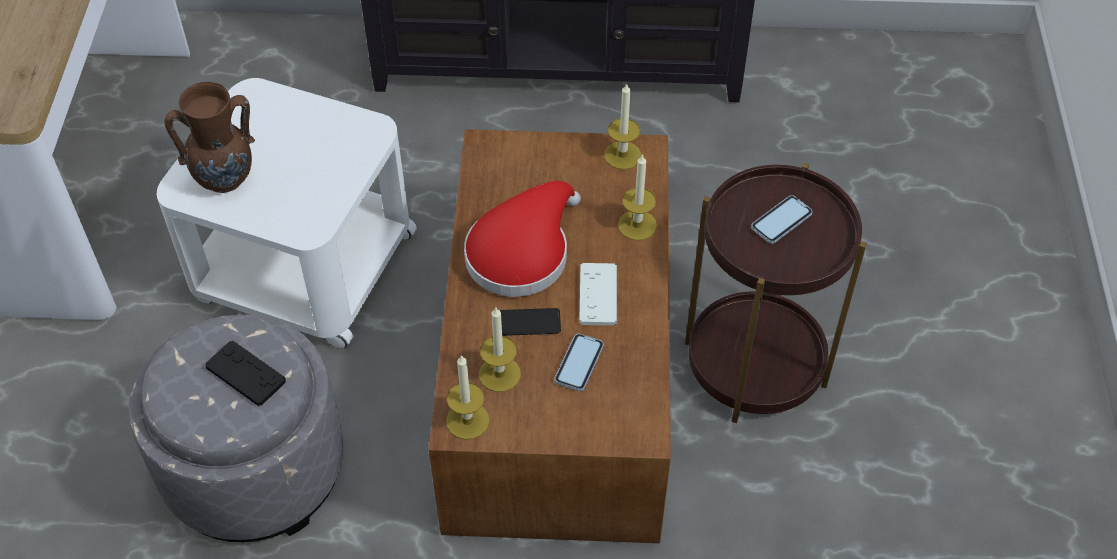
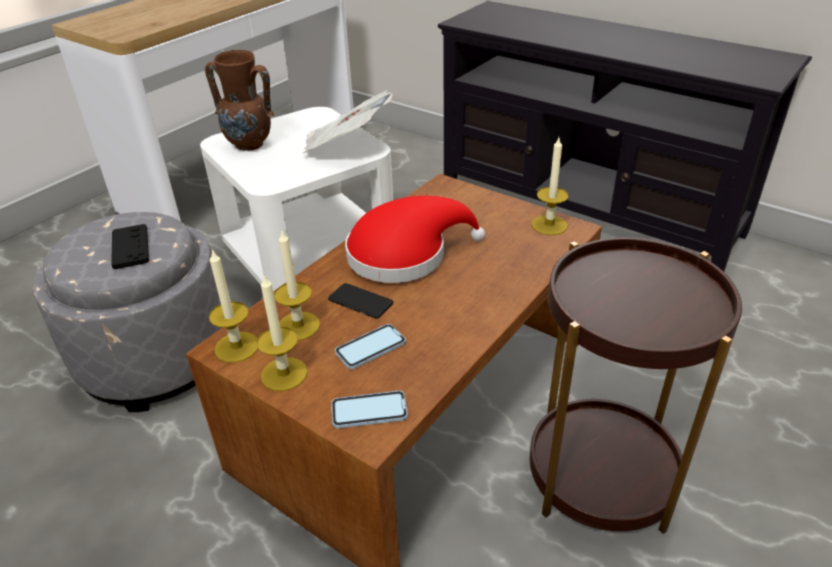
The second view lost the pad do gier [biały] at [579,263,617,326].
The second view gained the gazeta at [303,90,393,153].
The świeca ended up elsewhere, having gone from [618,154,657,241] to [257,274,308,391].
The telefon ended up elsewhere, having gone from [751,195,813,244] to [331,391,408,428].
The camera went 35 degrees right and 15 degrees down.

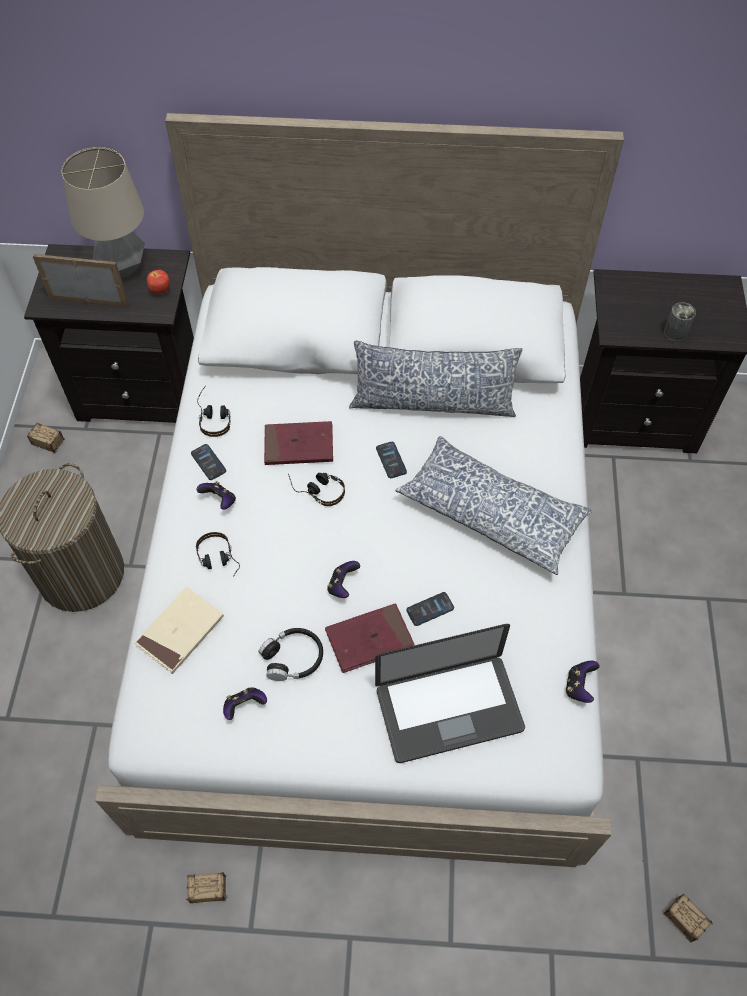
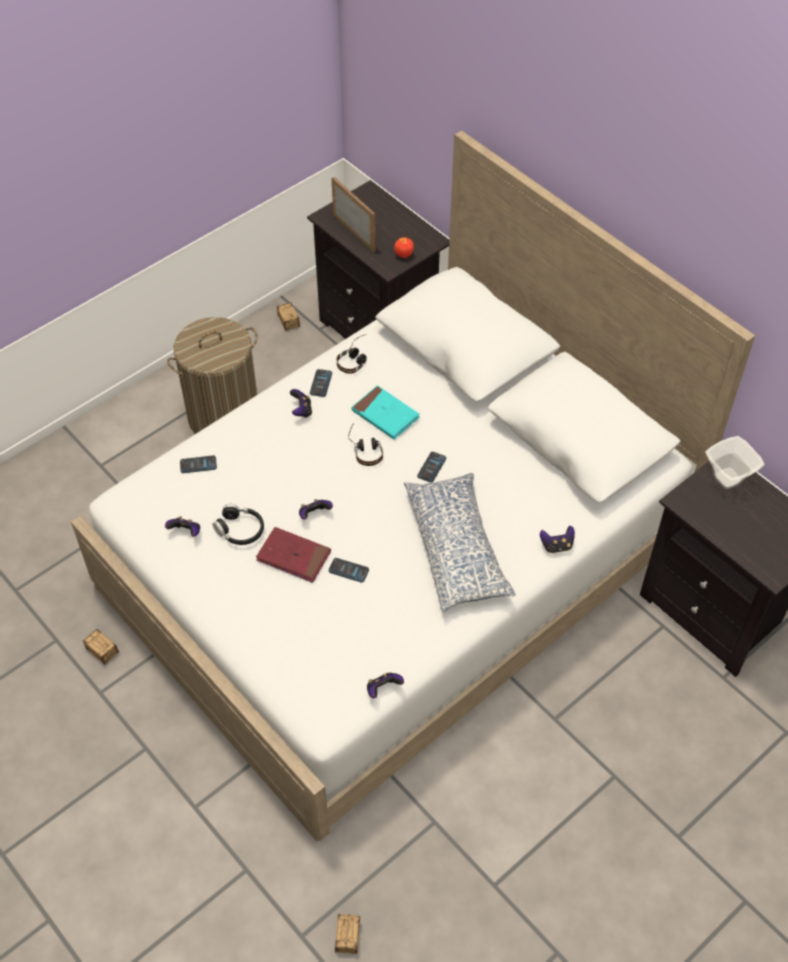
The second view lost the lampa stołowa at [62,147,145,278].
The second view lost the słuchawki at [196,532,240,576].
The second view lost the poduszka at [349,341,523,417].
The second view lost the laptop at [375,624,525,763].
The second view lost the puszka at [664,302,696,341].
The second view gained the pad do gier at [540,526,575,553].
The second view gained the miska at [705,436,765,489].
Where the książka [beżowy] stood at [134,587,224,674], the telefon came to stand at [180,455,217,473].
What was the książka [czerwony] at [264,421,333,465] turned into the książka [turkusowy] at [351,385,420,439].
The camera went 45 degrees right and 5 degrees down.

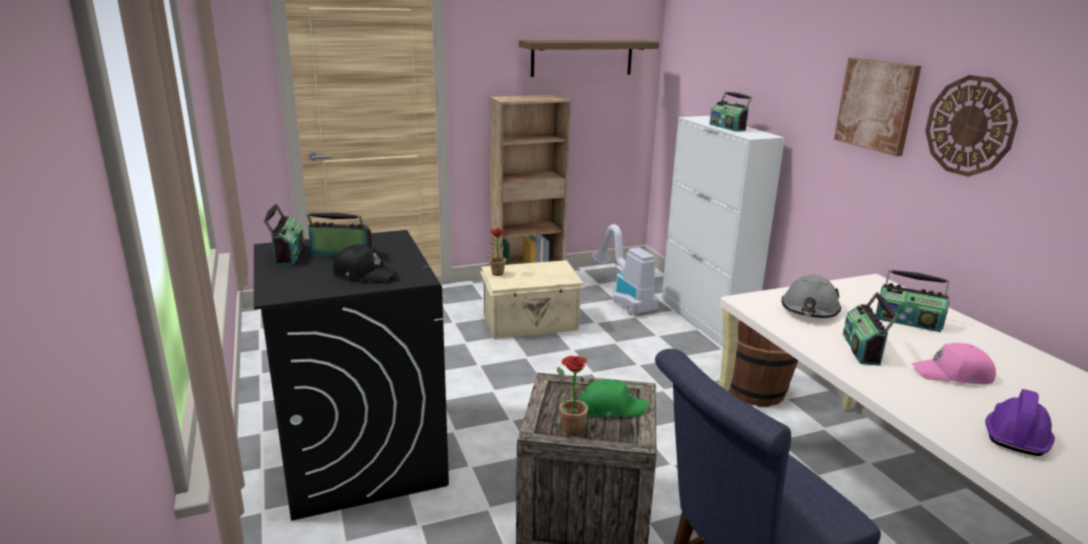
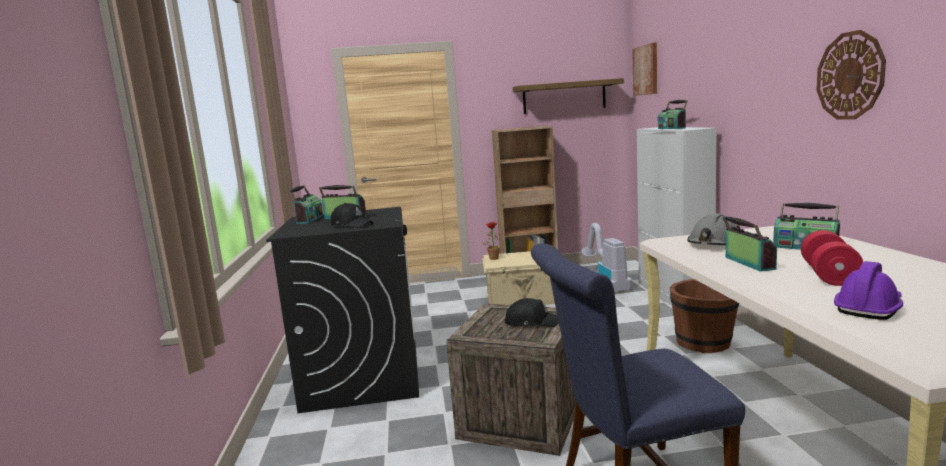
The second view lost the roślina doniczkowa at [557,355,595,435].
The obraz ended up elsewhere, having gone from [834,57,921,156] to [632,42,657,96].
Where the czapka z daszkiem [różowy] stood at [912,343,996,384], the hantel [czerwony] came to stand at [801,230,863,286].
What was the czapka z daszkiem [zielony] at [579,379,649,417] turned into the czapka z daszkiem [czarny] at [504,298,559,327].
The radio at [843,292,897,366] ended up facing another way, 150 degrees clockwise from before.
The camera went 15 degrees right and 10 degrees down.

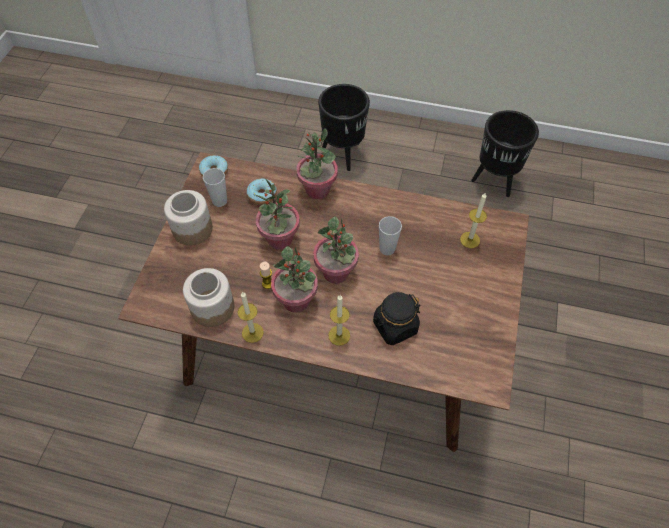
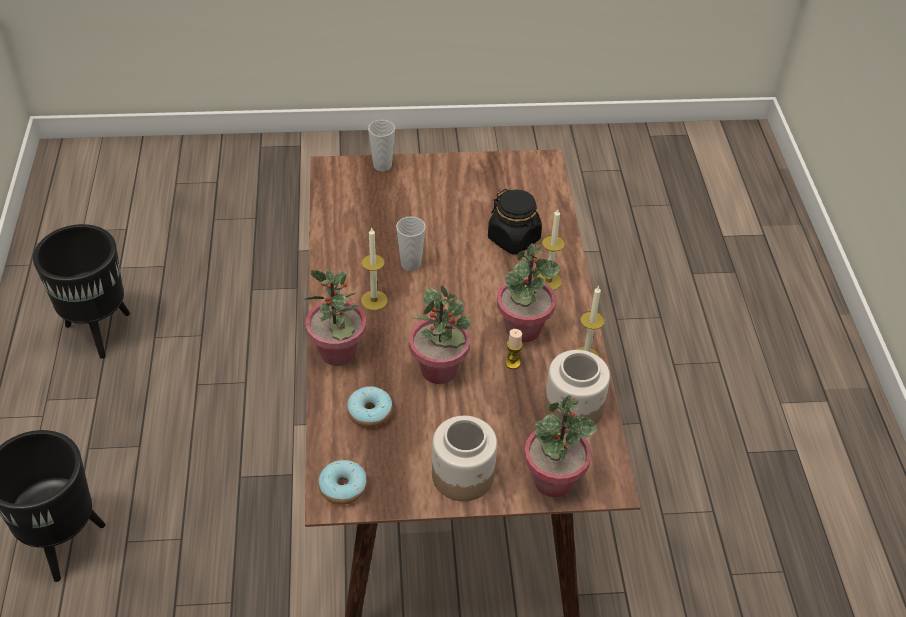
The filiżanka ended up elsewhere, having gone from [203,168,227,207] to [368,120,395,172].
The roślina doniczkowa ended up elsewhere, having gone from [313,216,359,284] to [524,395,598,497].
The świeca ended up elsewhere, having gone from [460,192,487,248] to [361,227,388,310].
The camera went 110 degrees left and 10 degrees down.

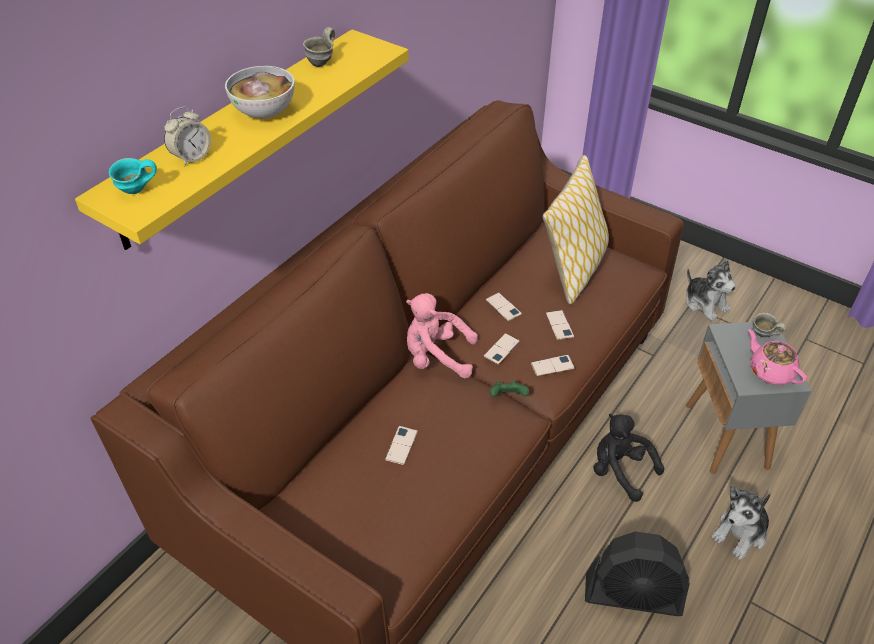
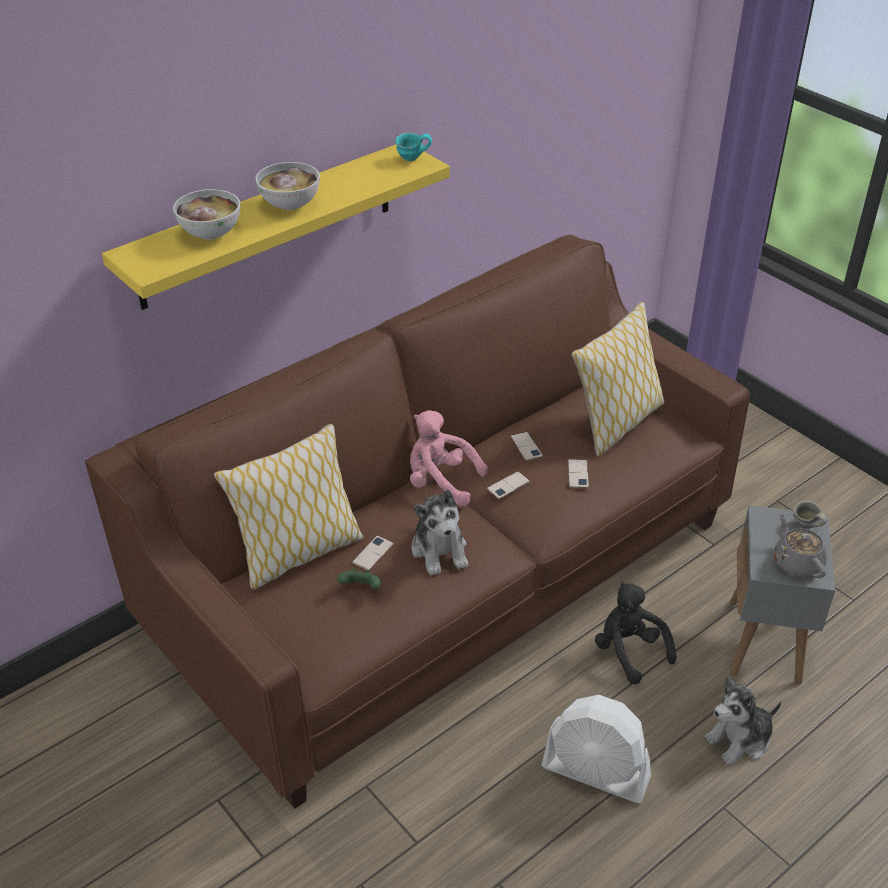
The second view lost the kubek [szary] at [303,27,335,67].
The second view lost the telefon at [531,355,575,376].
The second view gained the poduszka at [214,424,363,590].
The kubek [turkusowy] ended up elsewhere, having gone from [109,158,157,194] to [395,133,432,161].
The pad do gier [zielony] ended up elsewhere, having gone from [490,381,530,397] to [337,568,381,589].
The pluszak ended up elsewhere, having gone from [686,260,736,321] to [412,490,468,576].
Where the budzik stood at [164,106,211,166], the miska came to stand at [173,189,240,240].
What was the wentylator [czarny] at [585,531,690,616] turned into the wentylator [biały] at [541,695,651,803].
What was the imbryk [różowy] at [748,329,807,385] turned into the imbryk [szary] at [774,513,827,578].
The camera went 15 degrees right and 5 degrees down.

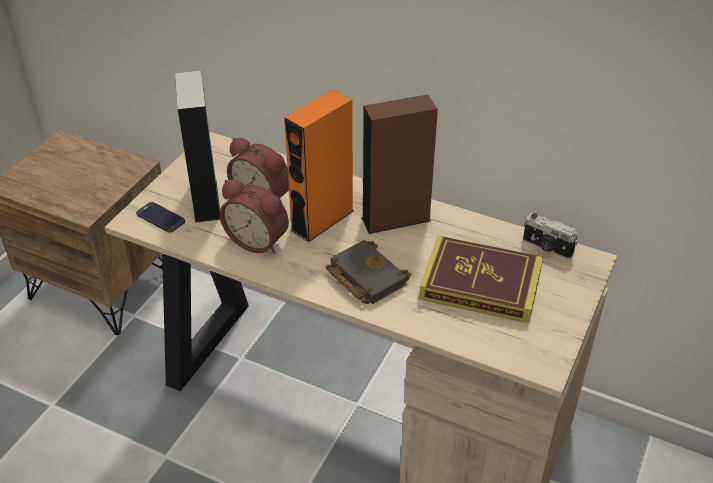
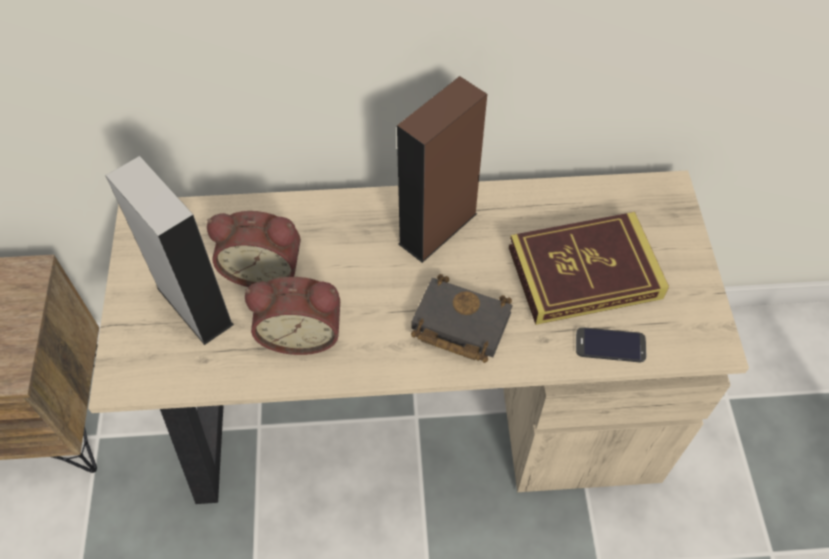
The second view lost the głośnik [pomarańczowy] at [284,90,354,242].
The second view lost the aparat fotograficzny at [523,213,578,260].
The telefon ended up elsewhere, having gone from [136,202,185,233] to [576,327,646,362].
The camera went 30 degrees left and 15 degrees up.

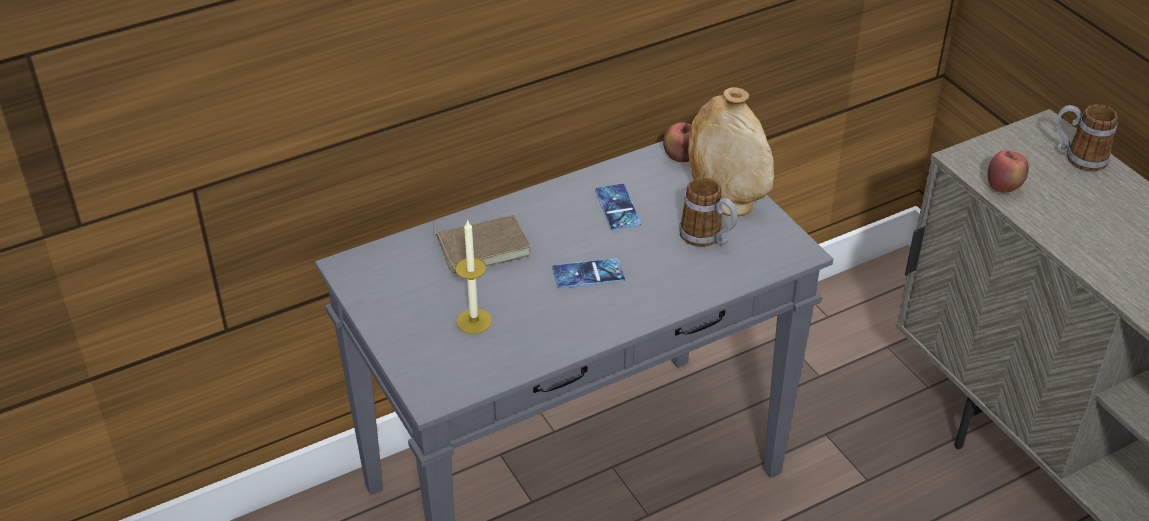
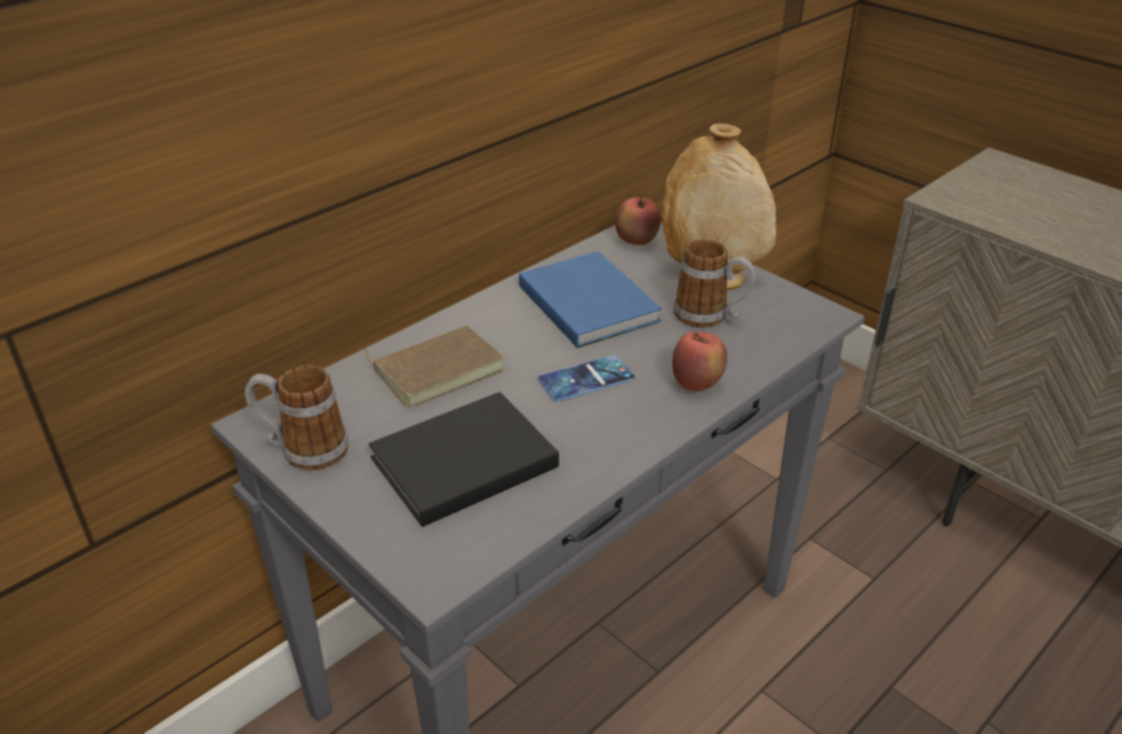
The jabłko ended up elsewhere, having gone from [987,150,1029,193] to [672,332,727,392].
The kubek ended up elsewhere, having gone from [1056,104,1118,171] to [245,365,348,470].
Where the świeca stood at [455,219,492,334], the książka [czarny] came to stand at [369,392,559,527].
Where the telefon stood at [595,184,641,230], the książka [niebieski] came to stand at [519,251,662,348].
The camera went 15 degrees left and 5 degrees down.

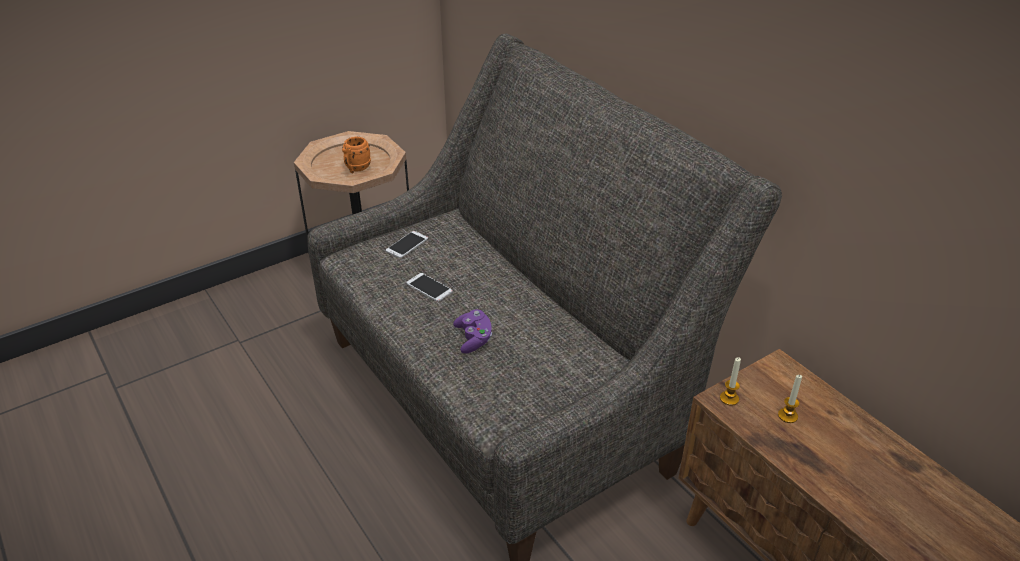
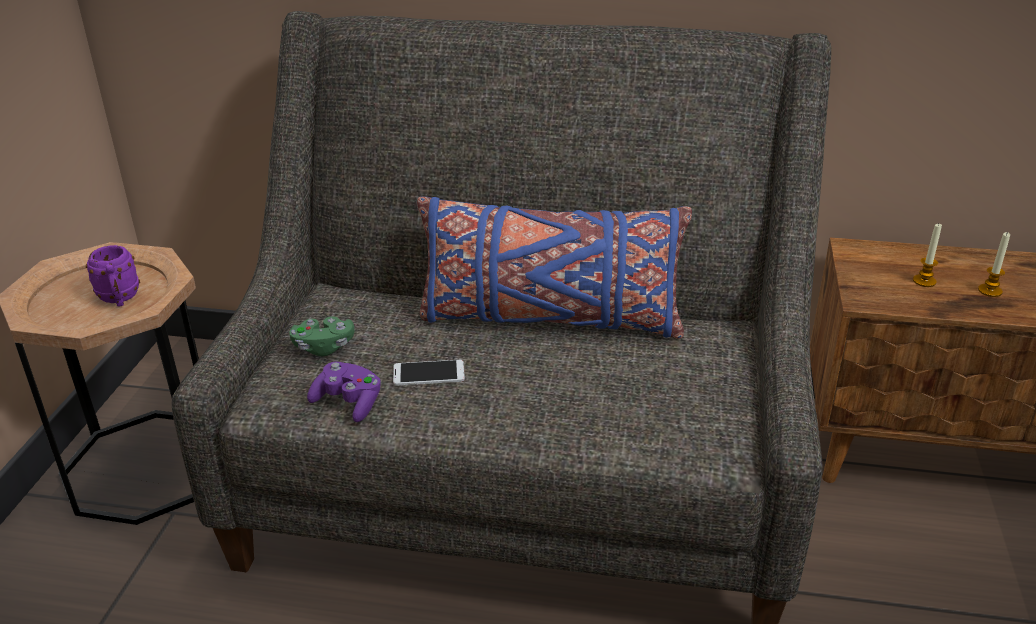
The second view gained the poduszka [niebieski] at [417,196,692,339].
The pad do gier [fioletowy] ended up elsewhere, having gone from [453,309,492,353] to [307,362,381,422].
The świeca ended up elsewhere, having gone from [720,357,741,406] to [978,232,1010,297].
Where the telefon stood at [386,231,428,258], the pad do gier [zielony] came to stand at [289,316,355,356].
What was the kubek [pomarańczowy] at [342,137,371,173] turned into the kubek [fioletowy] at [86,245,140,306].
The camera went 45 degrees left and 5 degrees down.

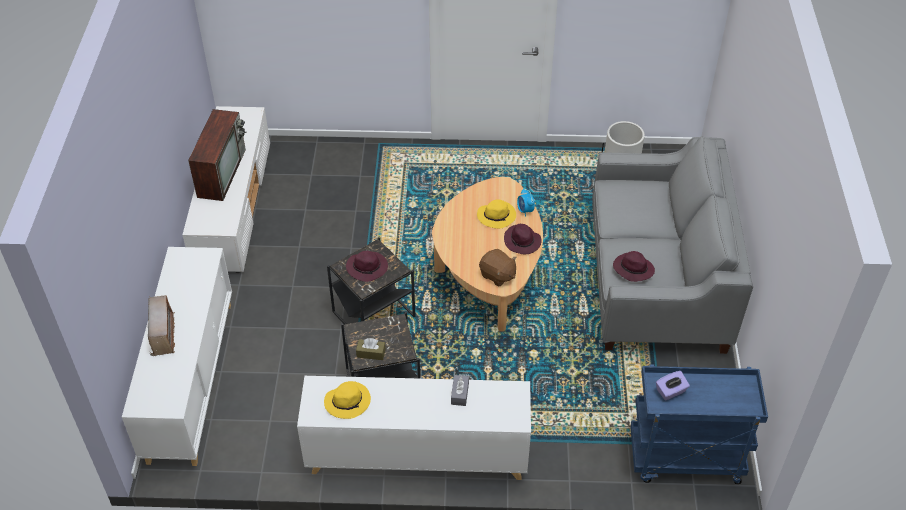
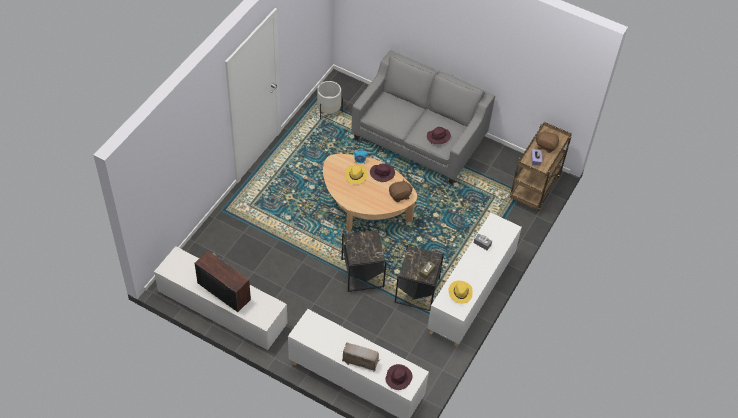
The second view gained the pluszak [brązowy] at [535,129,559,153].
The kapelusz [fioletowy] ended up elsewhere, having gone from [346,251,388,282] to [385,364,413,390].
What was the wózek [niebieski] at [630,364,768,484] turned into the wózek [brązowy] at [510,122,572,211].
The camera went 65 degrees left and 5 degrees up.

